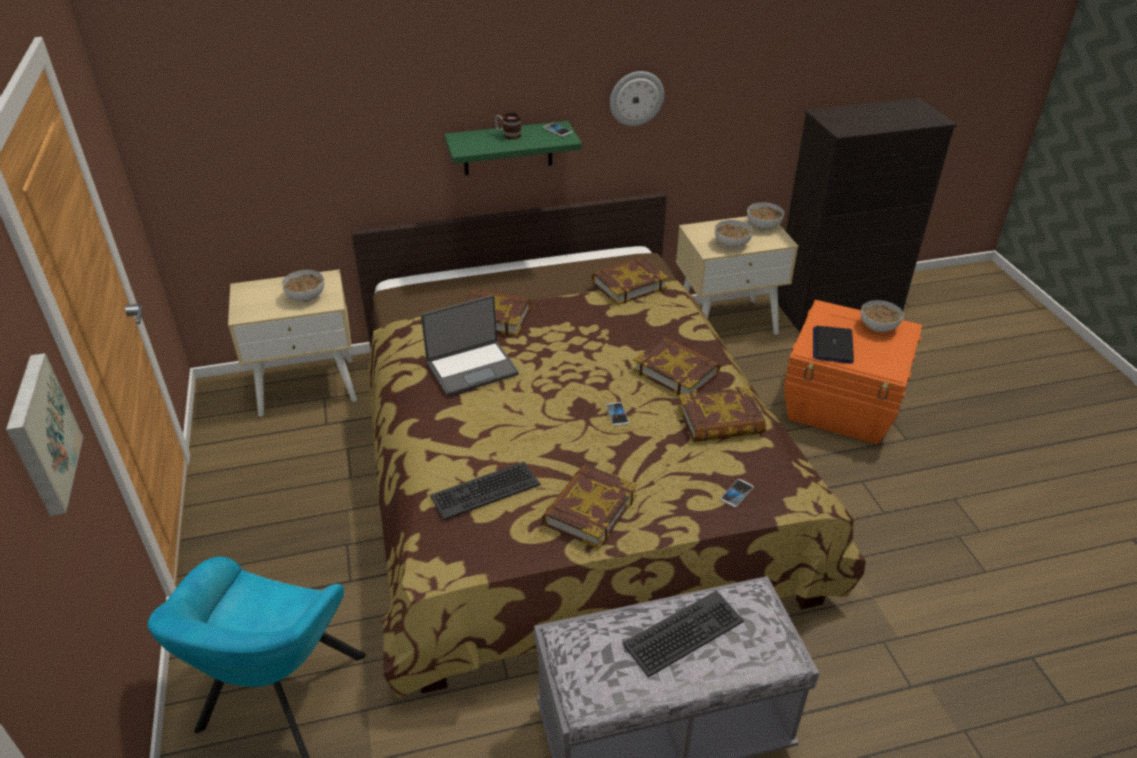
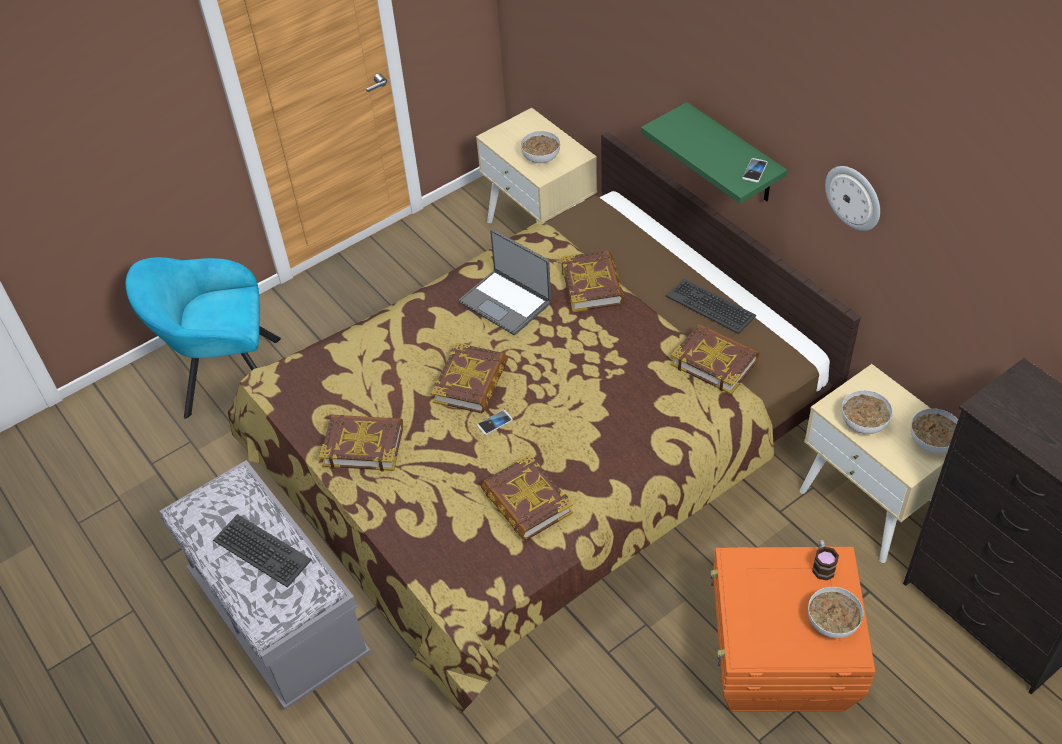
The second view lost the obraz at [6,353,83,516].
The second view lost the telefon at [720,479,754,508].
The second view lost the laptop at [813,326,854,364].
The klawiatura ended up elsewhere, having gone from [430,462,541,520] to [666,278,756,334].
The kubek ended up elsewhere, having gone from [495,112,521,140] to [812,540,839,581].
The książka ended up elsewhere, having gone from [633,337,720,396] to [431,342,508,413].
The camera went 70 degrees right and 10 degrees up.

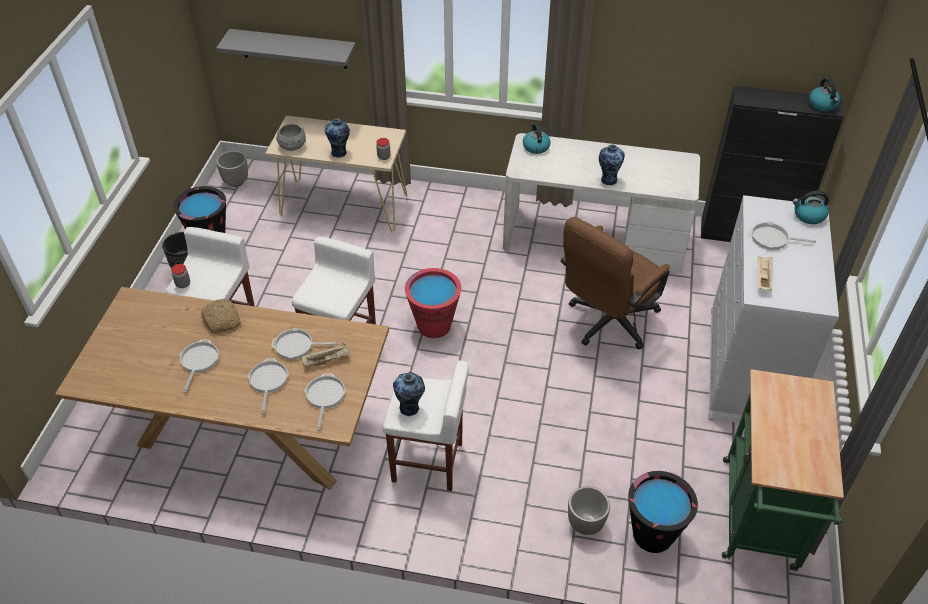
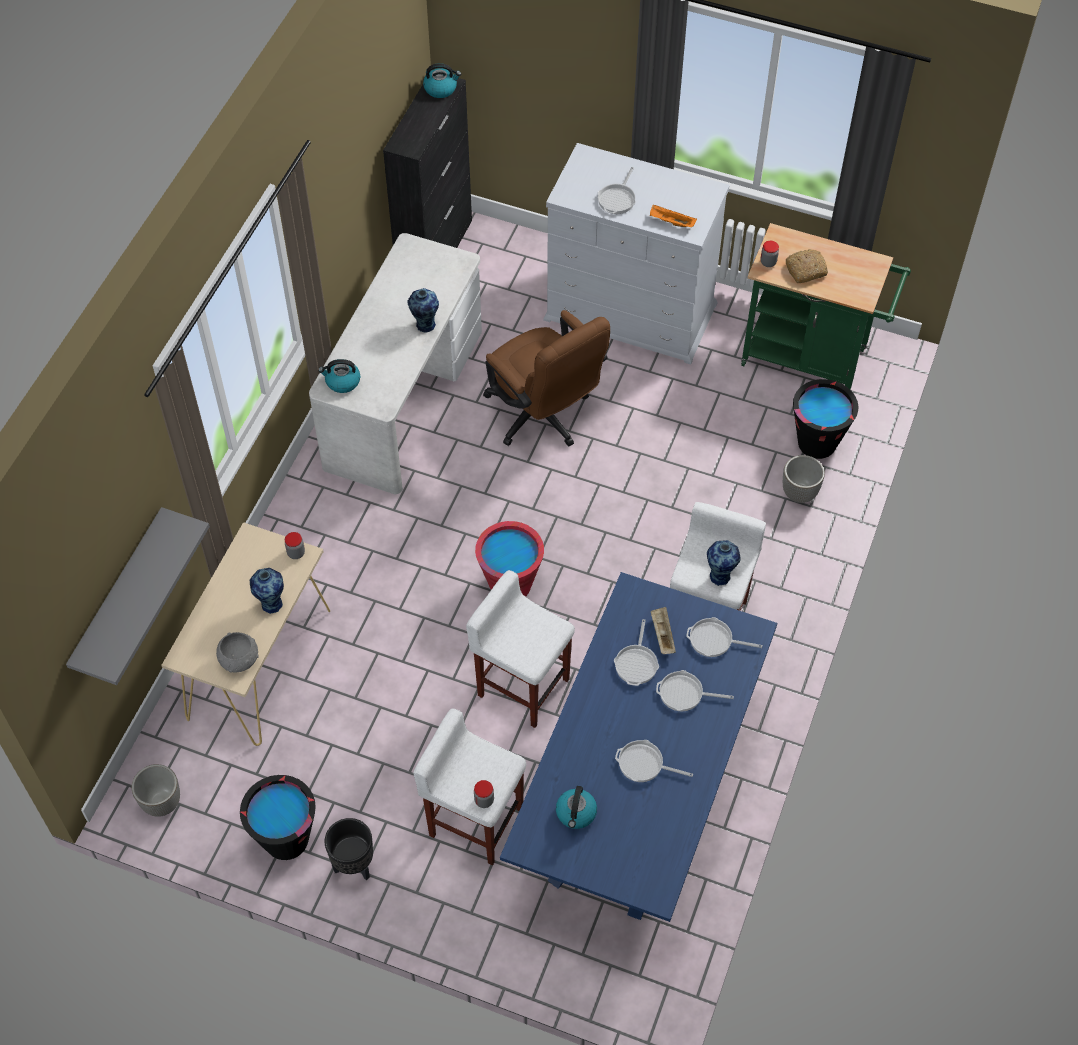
The second view gained the słoik at [760,241,779,267].
The chleb ended up elsewhere, having gone from [201,299,241,334] to [786,249,828,283].
The czajnik ended up elsewhere, having gone from [793,191,829,224] to [556,786,597,829].
What was the stół jadalny [brązowy] at [55,287,389,490] turned into the stół jadalny [niebieski] at [500,572,777,922].
What was the taca [beżowy] at [758,257,773,290] turned into the taca [pomarańczowy] at [650,204,697,227].
The camera went 80 degrees left and 10 degrees up.

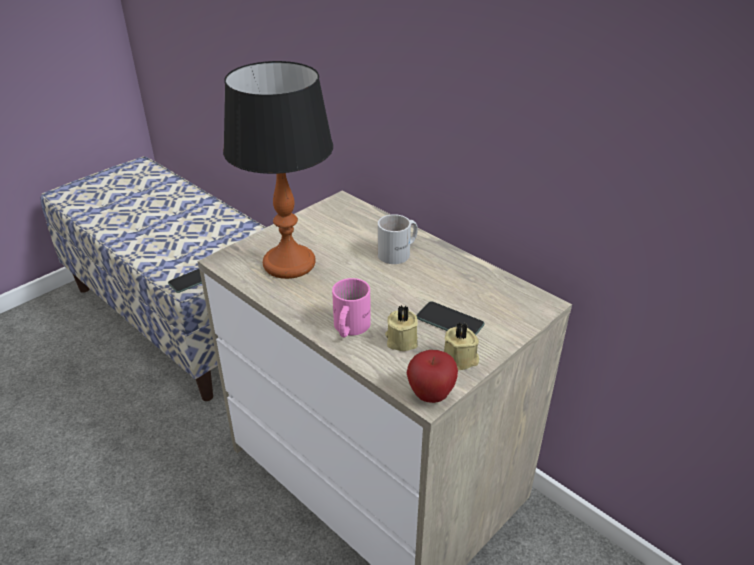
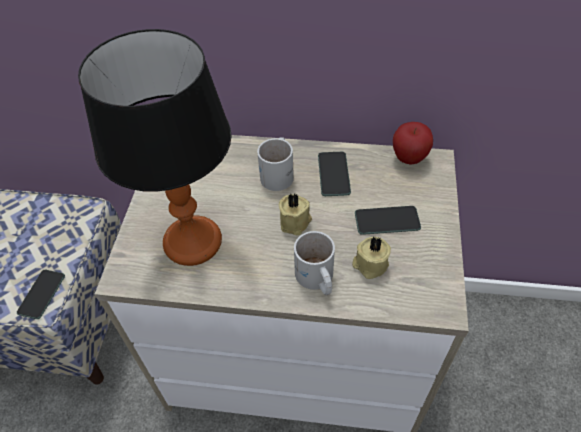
The second view gained the telefon at [318,152,351,196].
The jabłko ended up elsewhere, having gone from [407,350,458,403] to [393,122,433,165].
The świeca [beżowy] ended up elsewhere, having gone from [444,322,479,370] to [279,193,312,235].
What was the kubek [różowy] at [332,278,371,337] turned into the kubek [biały] at [294,231,335,295].
The camera went 35 degrees left and 15 degrees up.

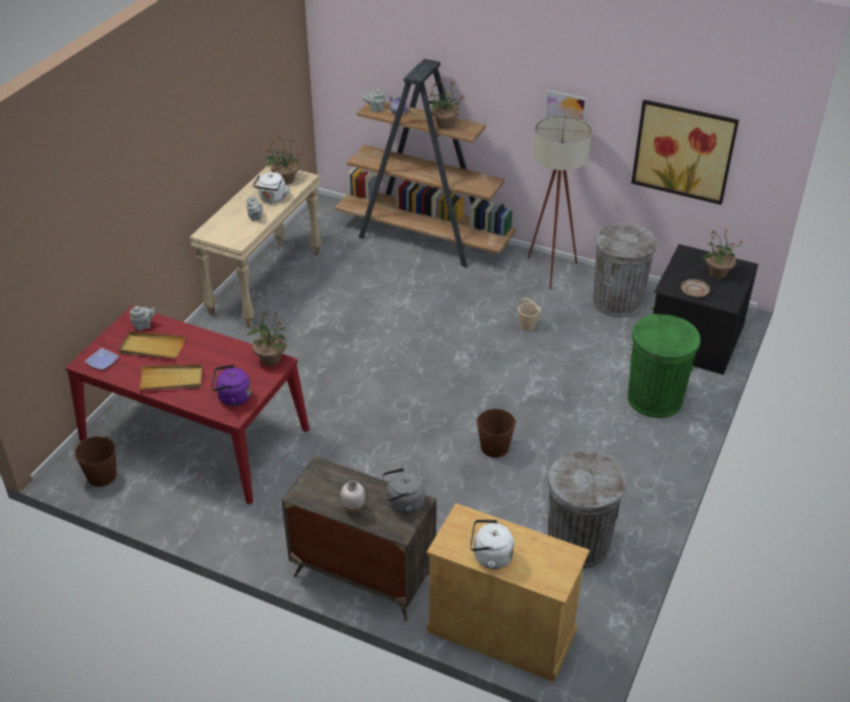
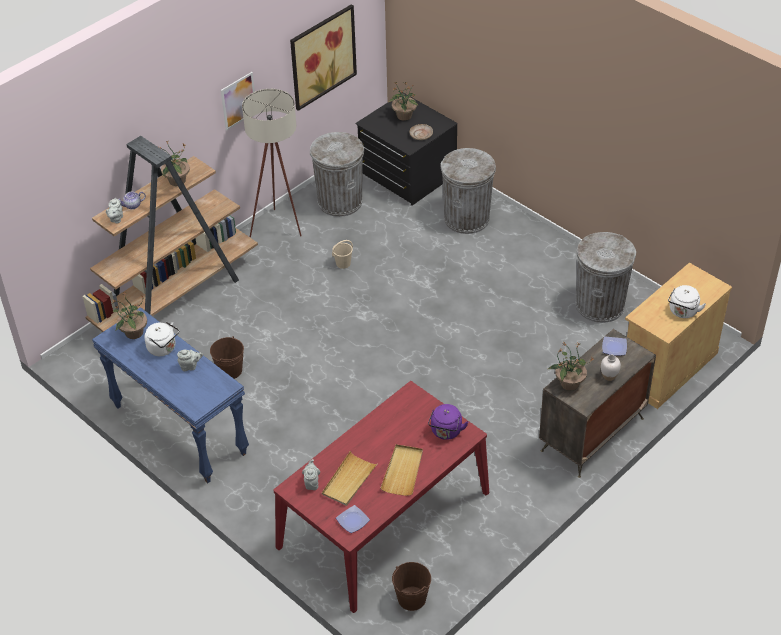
The roślina doniczkowa ended up elsewhere, having gone from [247,311,288,366] to [548,342,594,391].
The wiadro [brązowy] ended up elsewhere, having gone from [476,409,516,458] to [210,336,244,379].
Where the czajnik [szary] stood at [383,468,425,514], the talerz came to stand at [602,337,627,356].
What was the stolik konsolowy [beżowy] at [190,166,321,328] turned into the stolik konsolowy [niebieski] at [92,307,249,483].
What was the kosz na śmieci [zielony] at [627,314,700,418] turned into the kosz na śmieci [szary] at [440,148,496,234].
The camera went 70 degrees left and 5 degrees up.

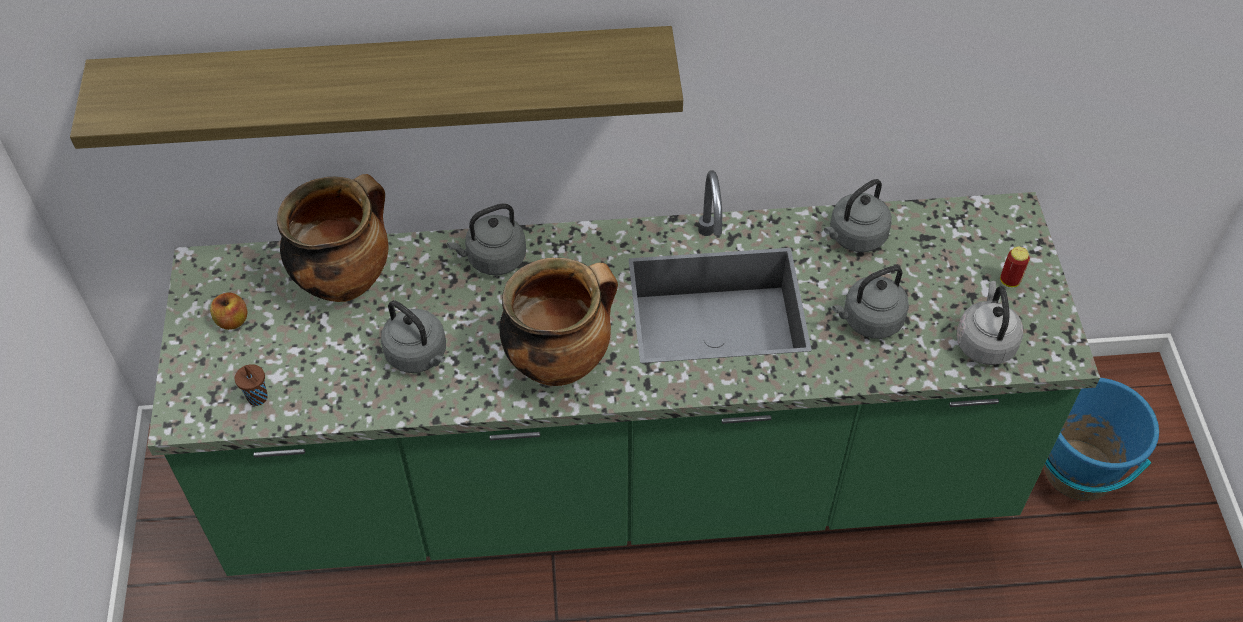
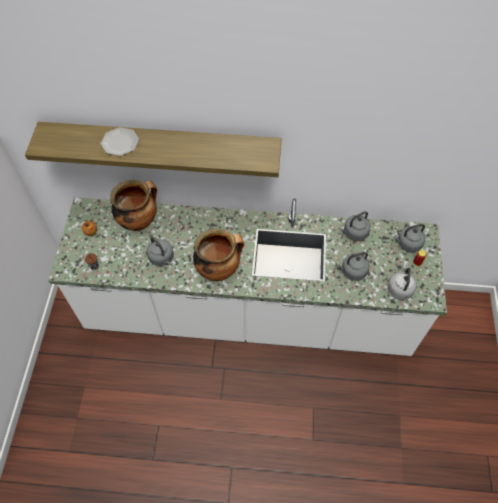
The second view lost the wiadro [niebieski] at [1044,378,1159,501].
The second view gained the talerz at [101,127,139,156].
The czajnik [szary] ended up elsewhere, having gone from [447,203,526,275] to [393,224,426,253].
What was the zabudowa kuchenna [zielony] at [147,170,1100,576] turned into the zabudowa kuchenna [biały] at [48,197,447,356].
The camera went 10 degrees right and 5 degrees up.

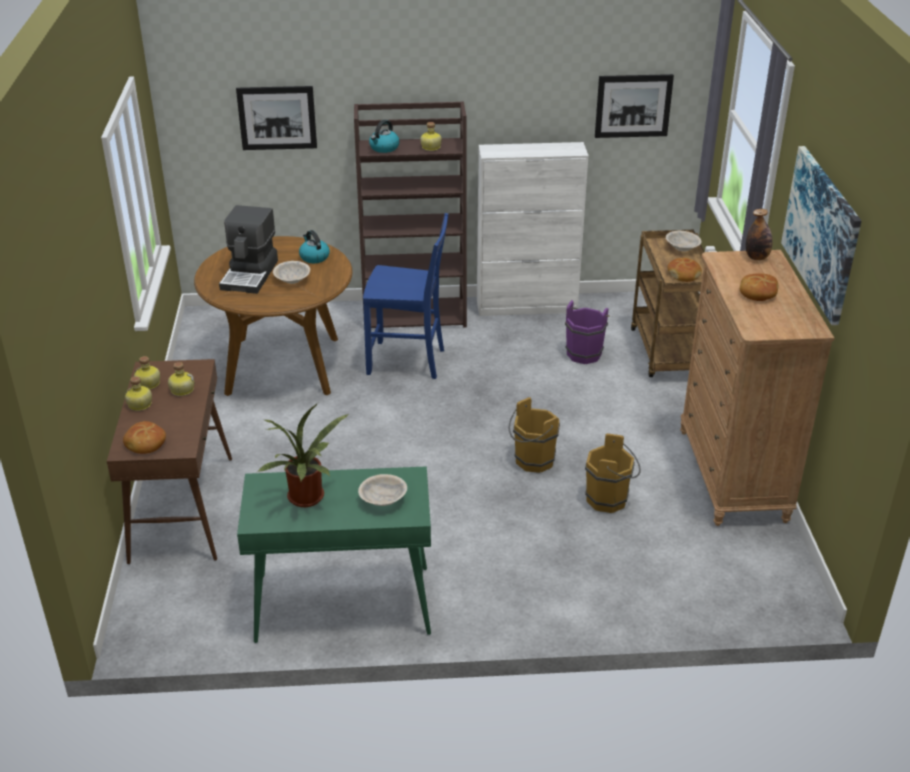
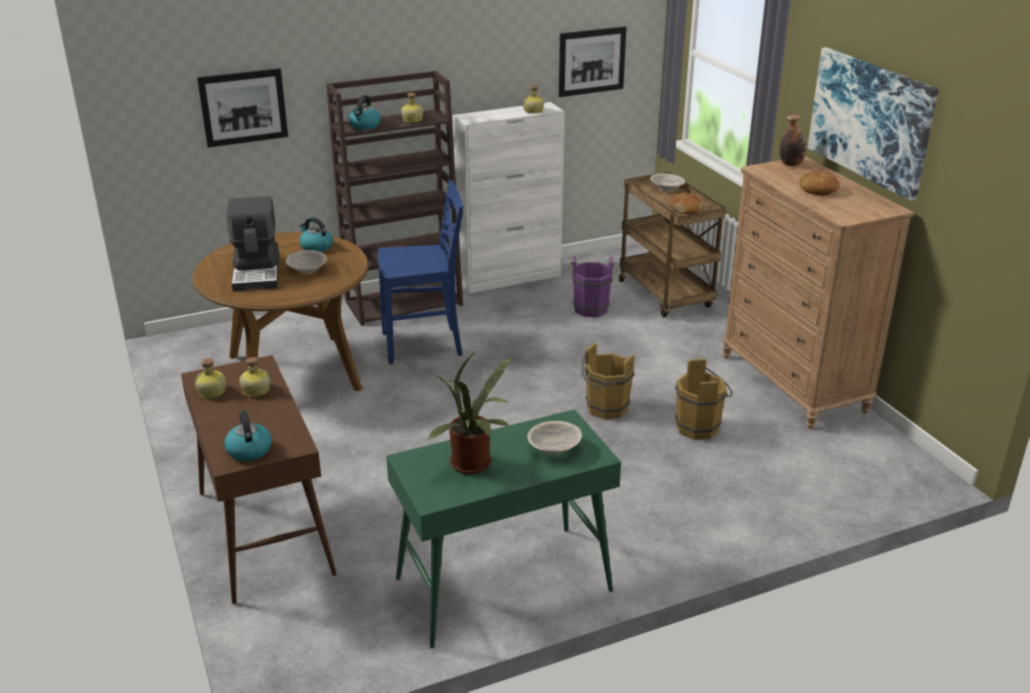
The butelka ended up elsewhere, having gone from [125,376,152,411] to [523,85,544,114].
Where the chleb stood at [123,421,166,454], the czajnik came to stand at [224,410,272,461].
The camera went 20 degrees left and 5 degrees down.

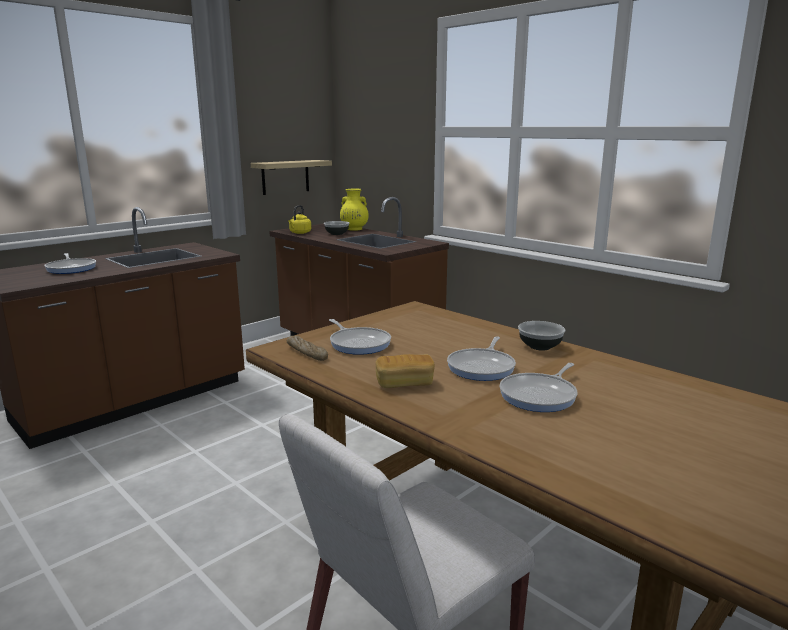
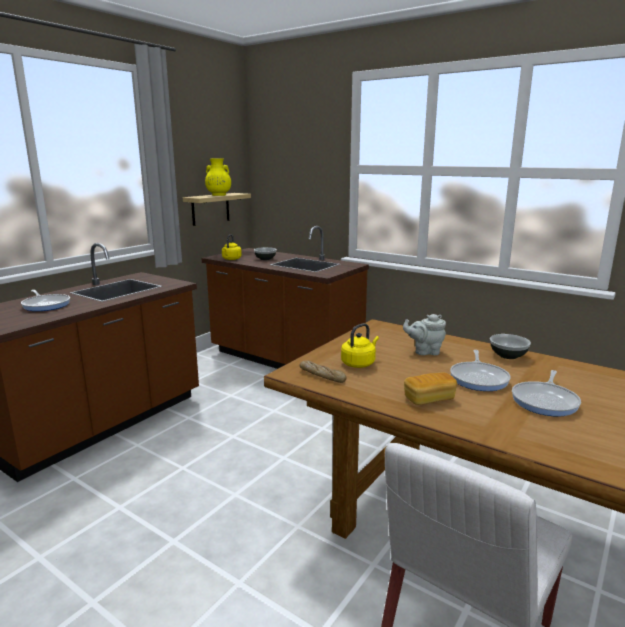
The second view gained the imbryk [szary] at [403,314,446,355].
The wazon [żółty] ended up elsewhere, having gone from [340,188,369,231] to [205,158,231,196].
Where the patelnia stood at [329,319,391,355], the czajnik [żółty] came to stand at [341,323,379,368].
The camera went 10 degrees left and 0 degrees up.

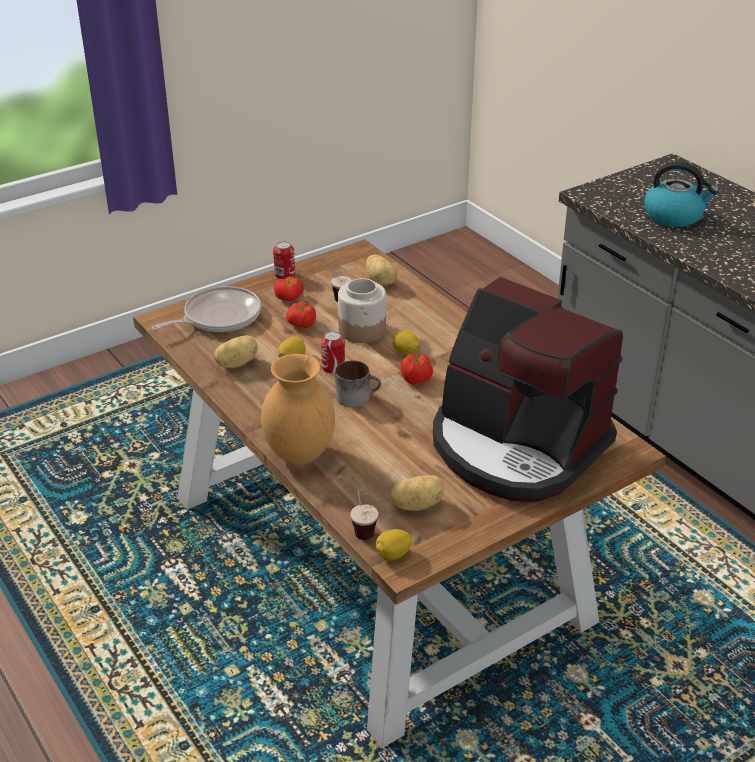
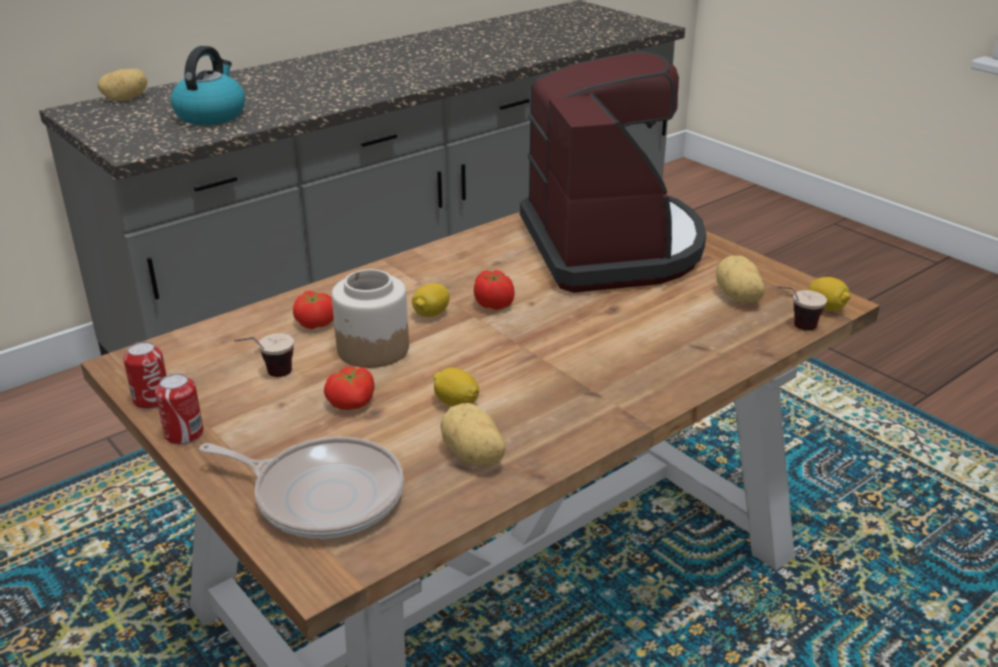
The second view lost the wazon [brązowy] at [261,354,335,465].
The second view lost the kubek at [335,360,381,407].
The pomidor ended up elsewhere, having gone from [274,277,304,301] to [293,290,334,329].
The puszka ended up elsewhere, having gone from [321,331,345,374] to [123,341,167,409].
The ziemniak ended up elsewhere, having gone from [366,255,397,285] to [98,69,147,101].
The patelnia at [152,286,261,332] ended up facing another way, 150 degrees clockwise from before.
The ekspres do kawy at [433,277,623,502] ended up facing another way, 45 degrees counterclockwise from before.
The camera went 95 degrees left and 5 degrees down.

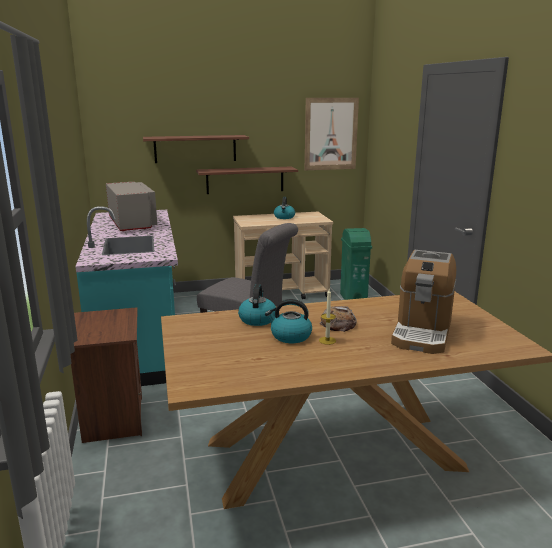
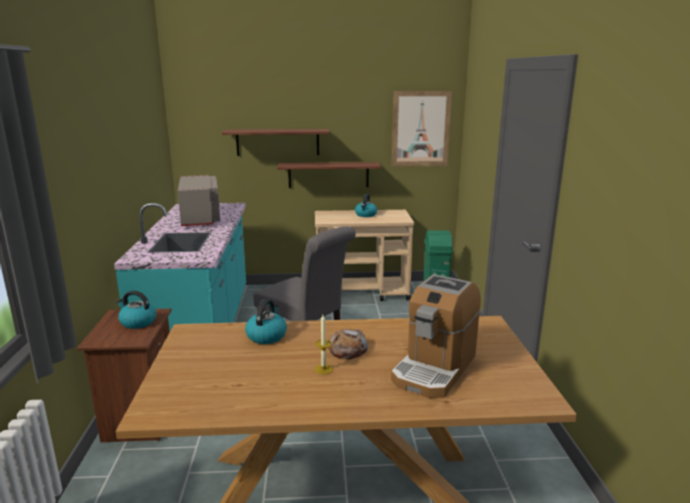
The czajnik ended up elsewhere, having gone from [265,299,312,343] to [116,291,156,329].
The camera went 10 degrees right and 0 degrees up.

